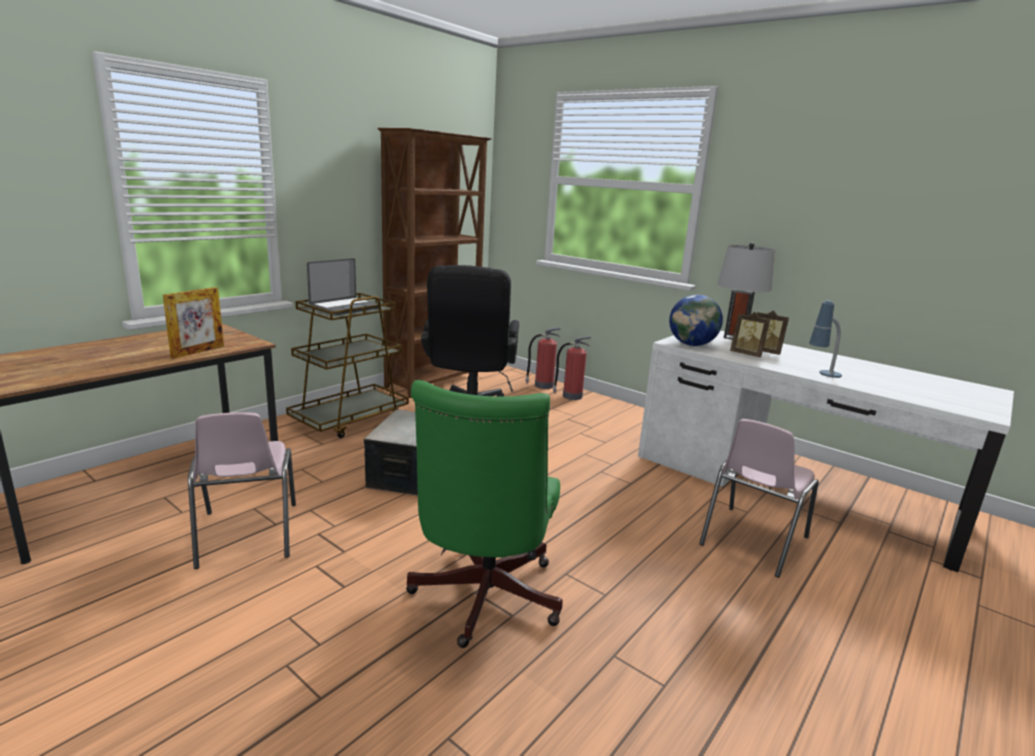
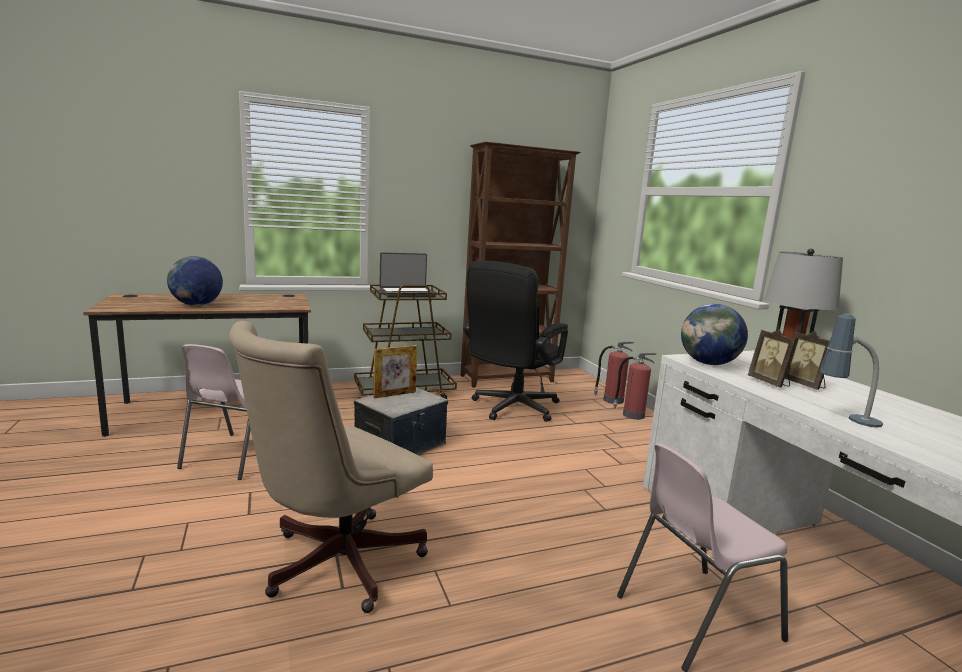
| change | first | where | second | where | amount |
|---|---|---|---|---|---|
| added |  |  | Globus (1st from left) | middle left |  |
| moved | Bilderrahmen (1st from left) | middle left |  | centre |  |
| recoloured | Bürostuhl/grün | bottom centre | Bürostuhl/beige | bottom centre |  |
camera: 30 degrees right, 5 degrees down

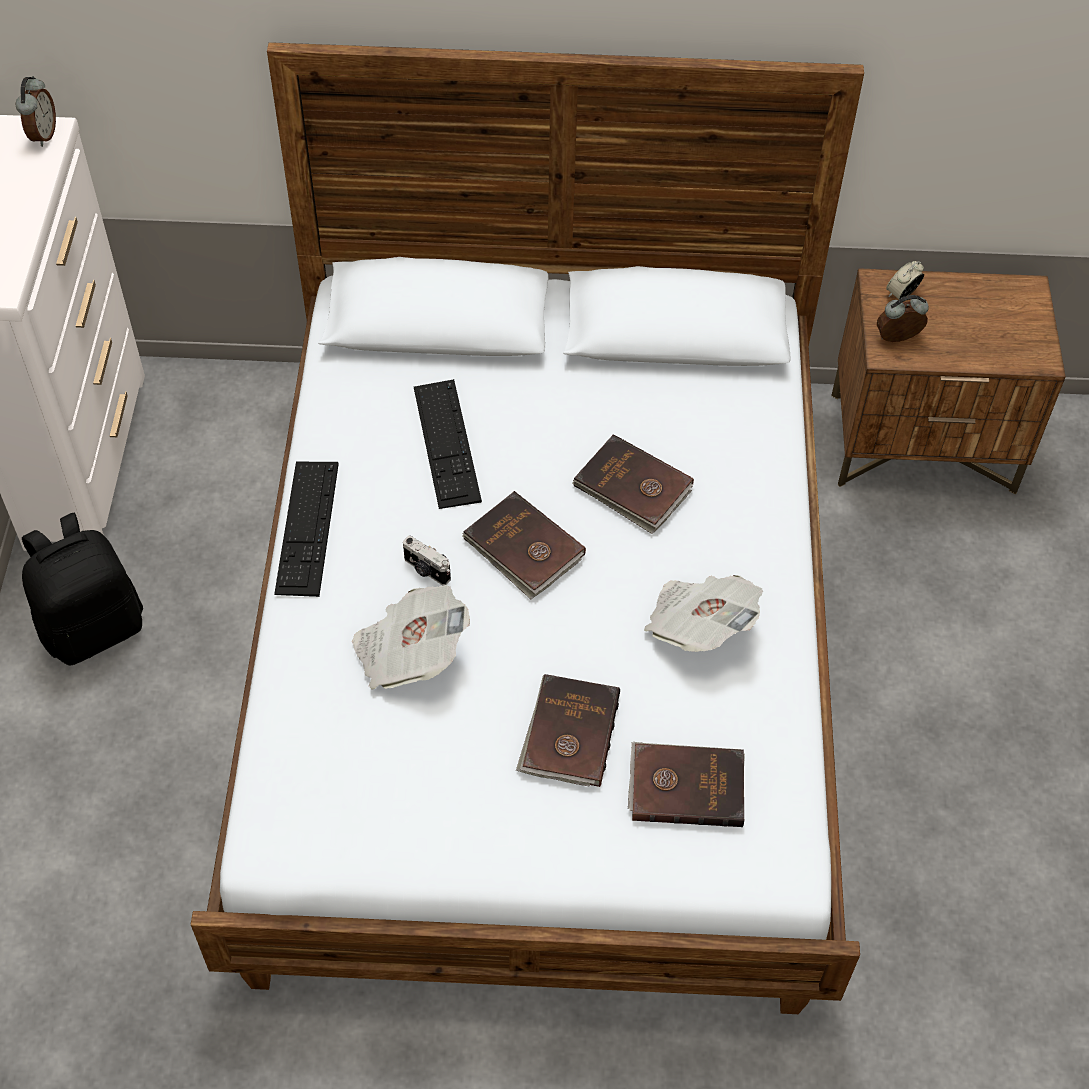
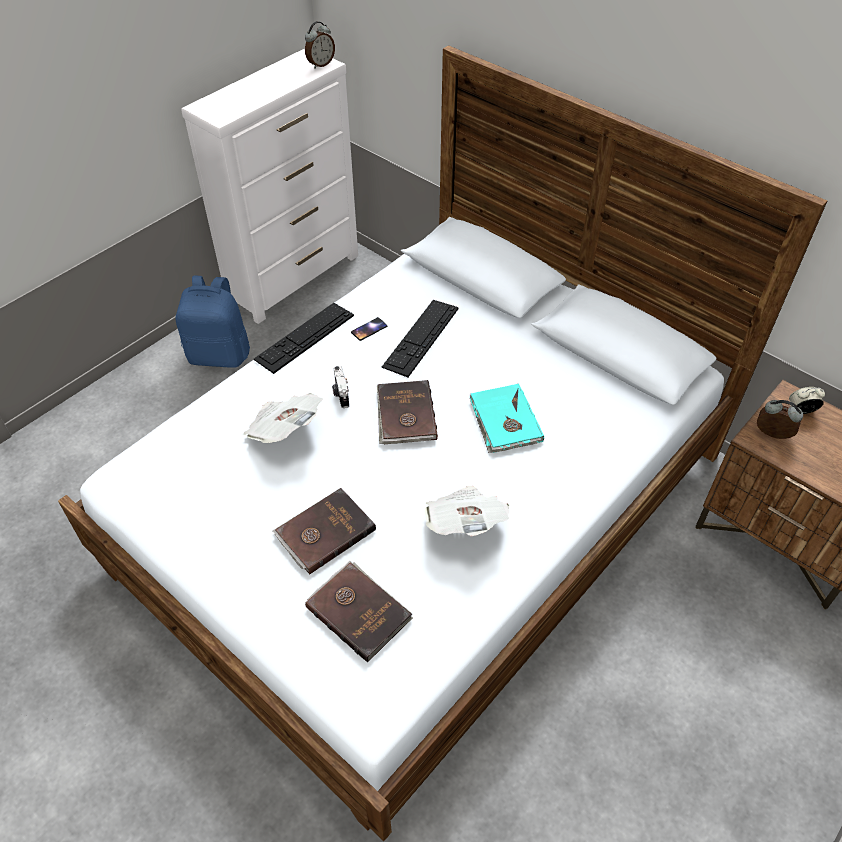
| change | first | where | second | where | amount |
|---|---|---|---|---|---|
| added |  |  | Handy | centre |  |
| recoloured | Rucksack/schwarz | middle left | Rucksack/blau | middle left |  |
| recoloured | Buch/braun (3rd from left) | centre | Buch/türkis | centre |  |
camera: 40 degrees right, 5 degrees down

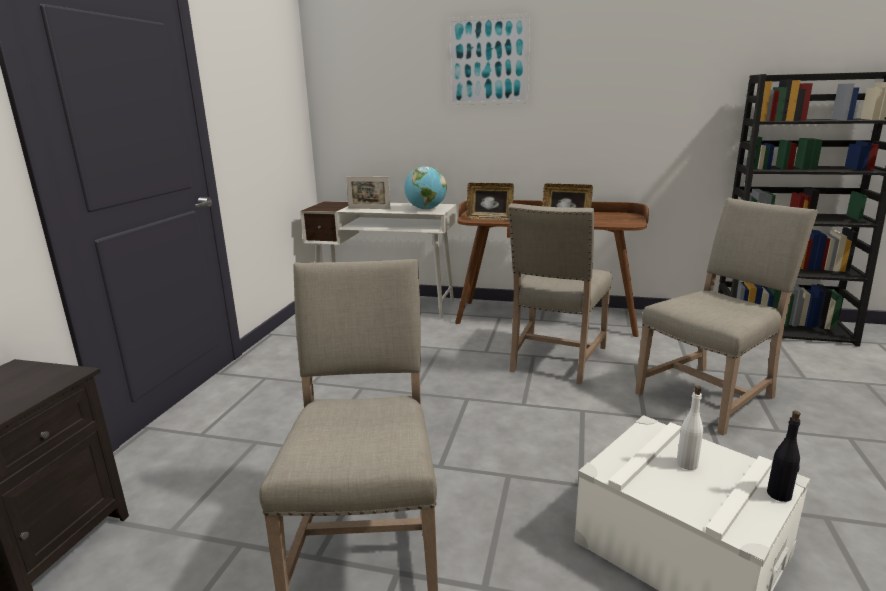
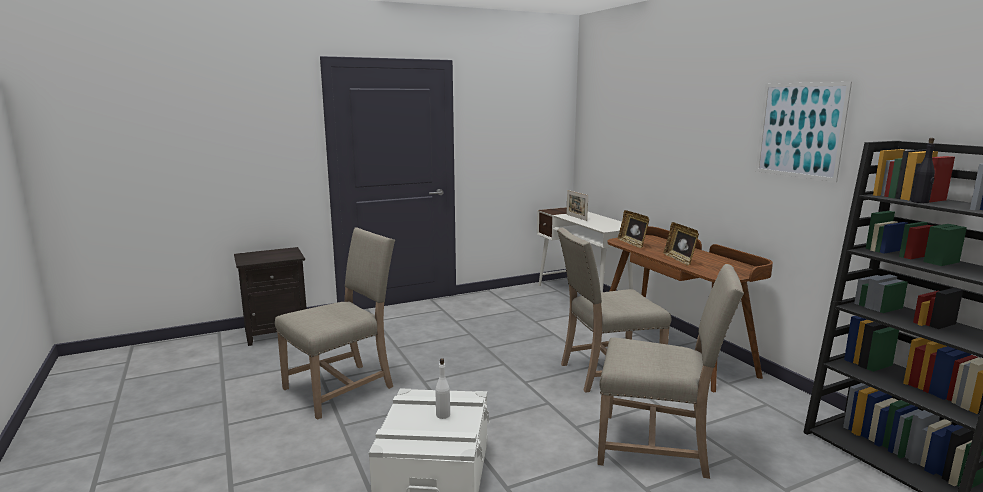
| change | first | where | second | where | amount |
|---|---|---|---|---|---|
| removed | Globus | top centre |  |  |  |
| moved | Bild | top centre |  | top right |  |
| moved | Flasche/schwarz | bottom right |  | middle right |  |
camera: 50 degrees right, 5 degrees down

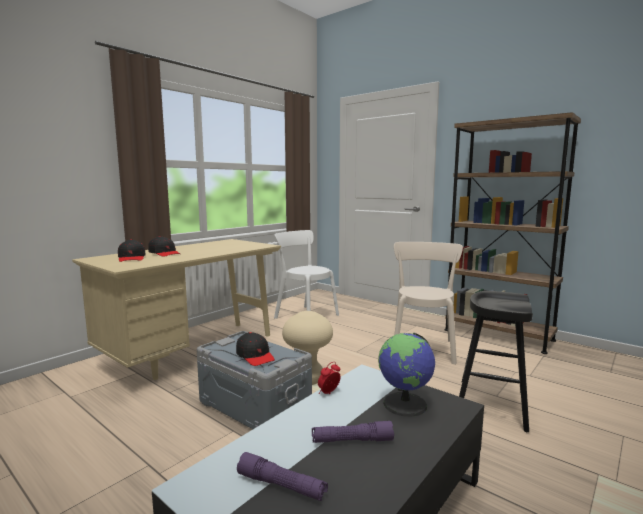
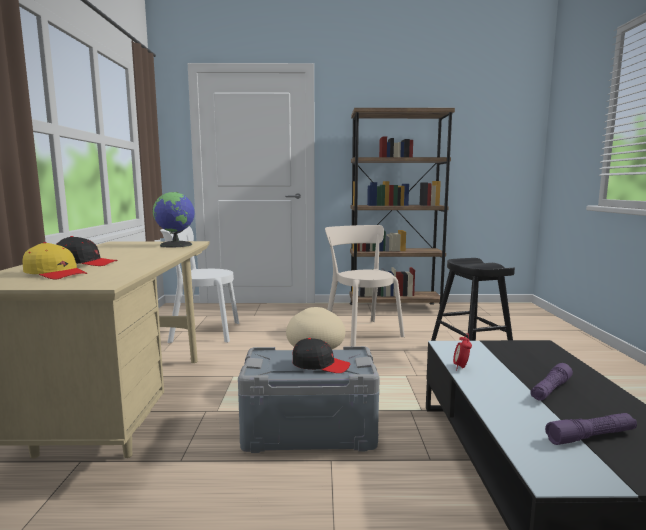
| change | first | where | second | where | amount |
|---|---|---|---|---|---|
| moved | Globus | bottom centre |  | middle left |  |
| recoloured | Kappe/schwarz (1st from left) | middle left | Kappe/gelb | middle left |  |
camera: 40 degrees left, 0 degrees up

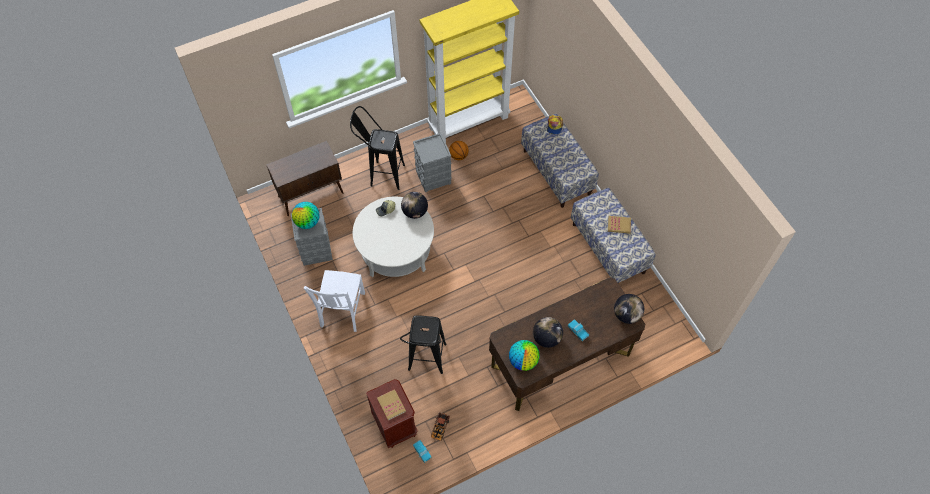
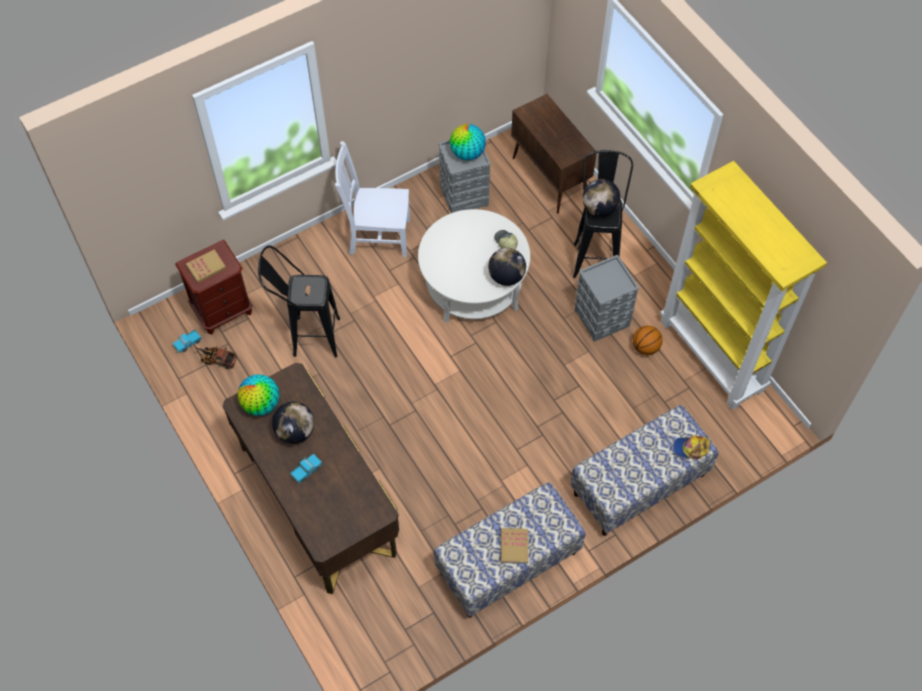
| change | first | where | second | where | amount |
|---|---|---|---|---|---|
| moved | Globus (5th from left) | middle right |  | top centre |  |
camera: 85 degrees right, 0 degrees up

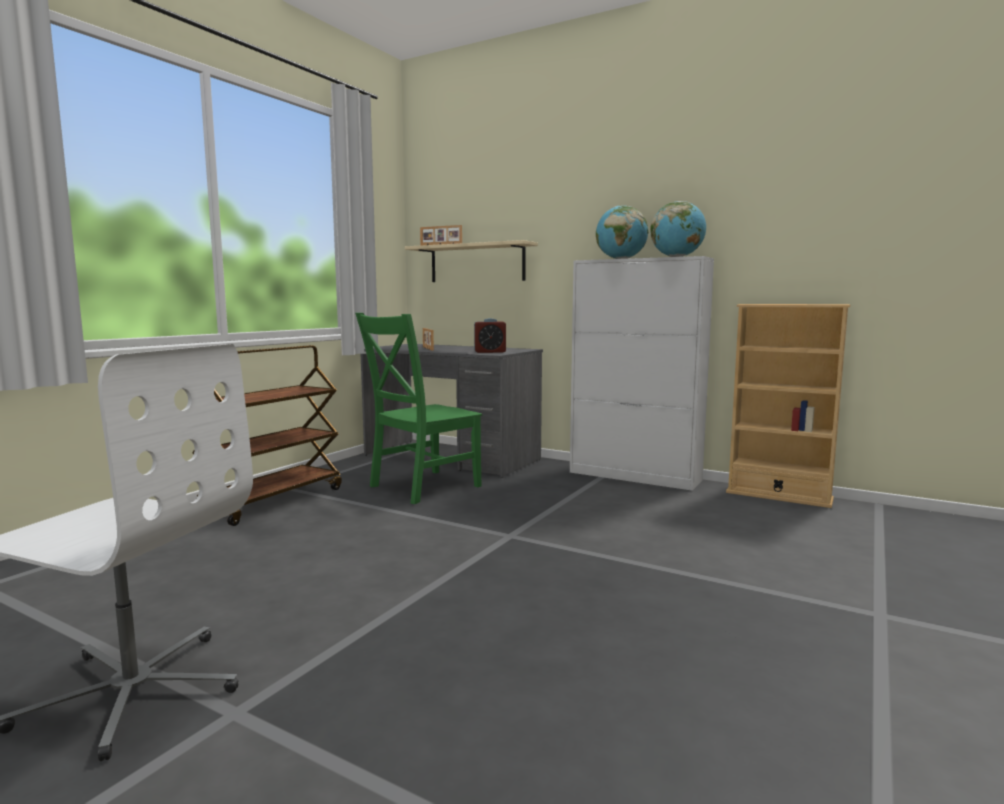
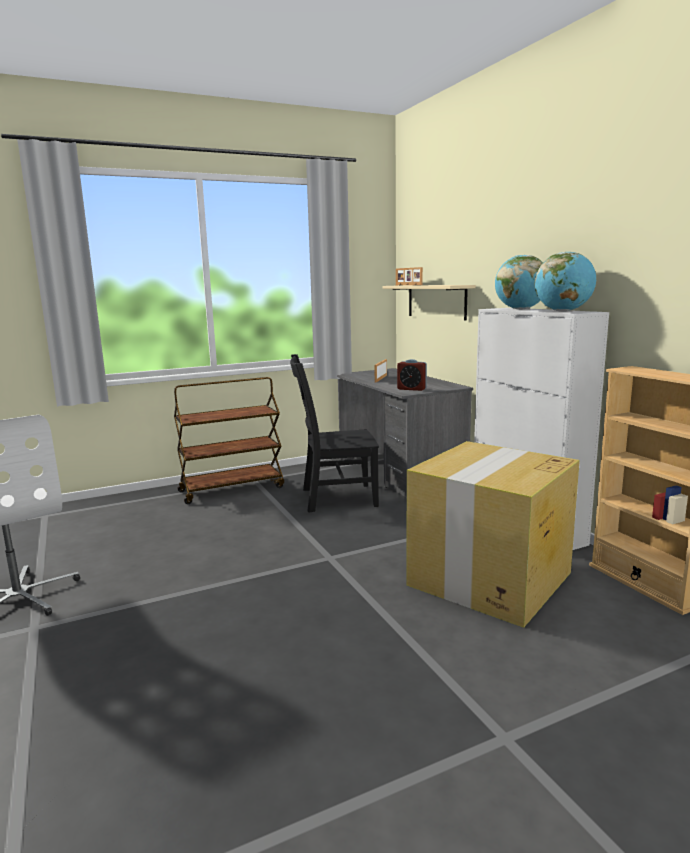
| change | first | where | second | where | amount |
|---|---|---|---|---|---|
| added |  |  | Karton | middle right |  |
| recoloured | Stuhl/grün | centre | Stuhl/schwarz | centre |  |
camera: 35 degrees right, 5 degrees up

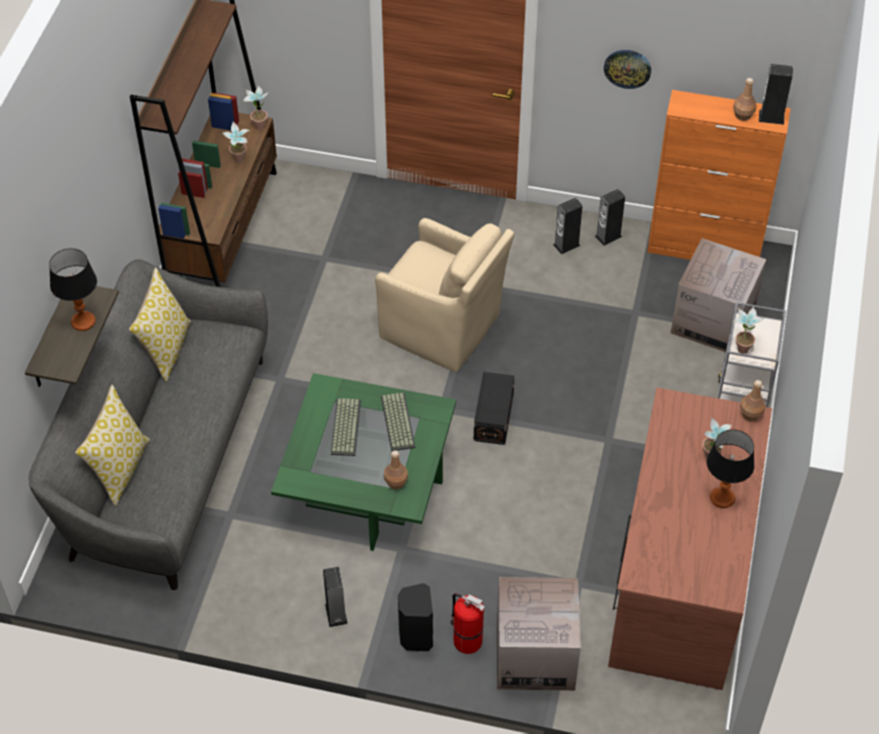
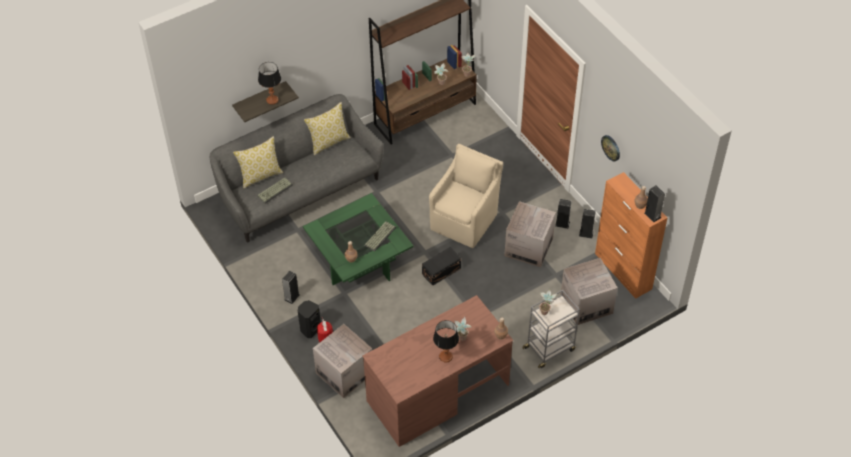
| change | first | where | second | where | amount |
|---|---|---|---|---|---|
| added |  |  | Karton (2nd from left) | centre |  |
| moved | Tastatur (1st from left) | centre |  | middle left |  |
| turned | Sessel/beige | centre |  | centre | 135 degrees counterclockwise |
camera: 45 degrees right, 0 degrees up

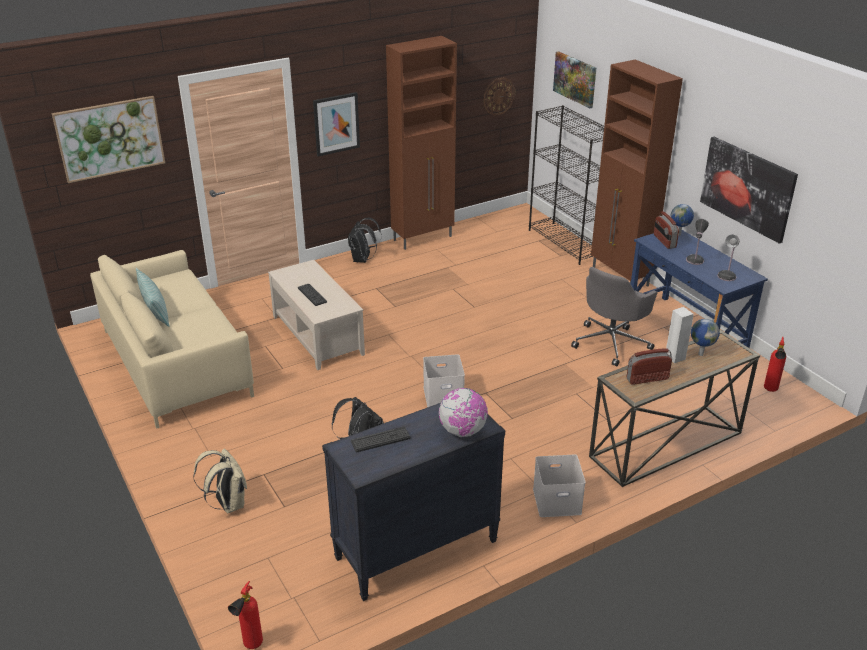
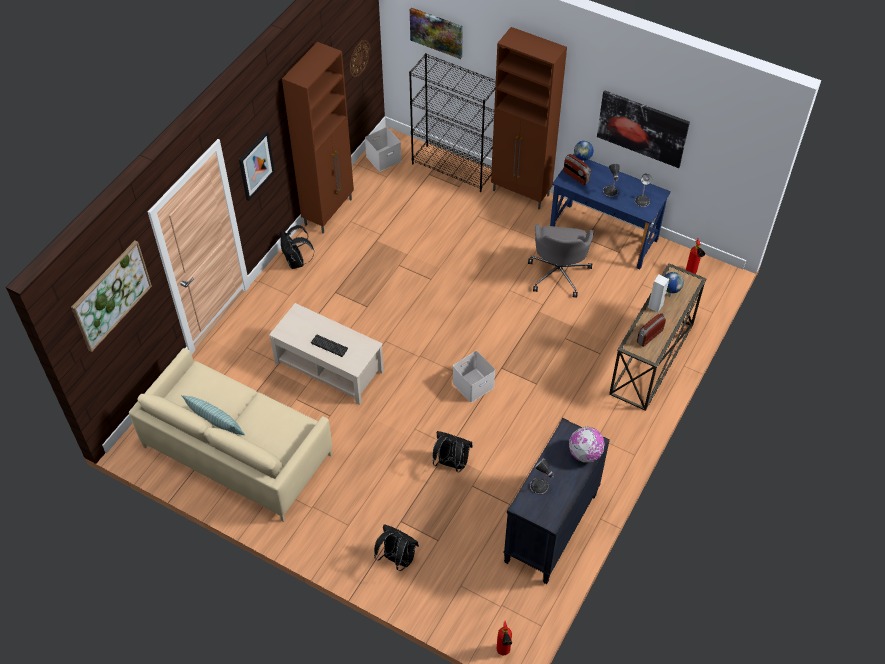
| change | first | where | second | where | amount |
|---|---|---|---|---|---|
| moved | Aufbewahrungsbox/weiß (2nd from left in the first image) | bottom centre | Aufbewahrungsbox/weiß (1st from left) | top centre |  |
| replaced | Tastatur (2nd from left) | bottom centre | Tischlampe (1st from left) | bottom centre |  |
| recoloured | Rucksack/beige | bottom left | Rucksack/schwarz (2nd from left) | bottom centre |  |
camera: 30 degrees left, 20 degrees up

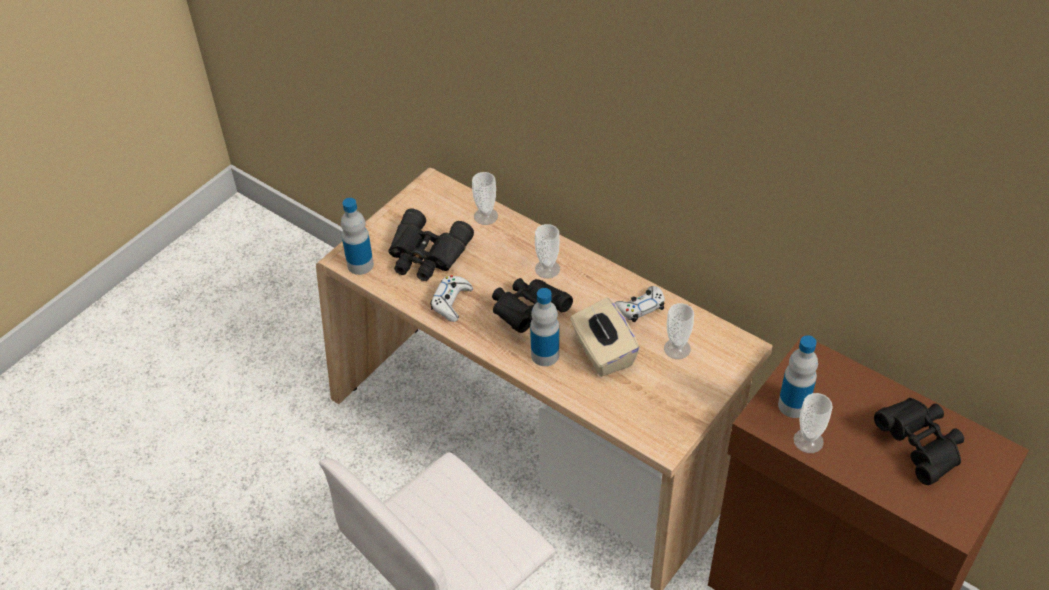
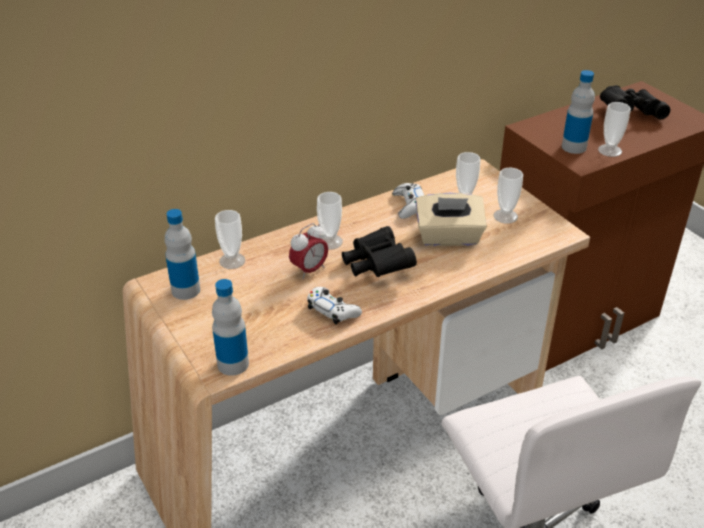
| change | first | where | second | where | amount |
|---|---|---|---|---|---|
| removed | Fernglas/schwarz (1st from left) | centre |  |  |  |
| added |  |  | Wecker | centre |  |
| added |  |  | Tasse (4th from left) | middle right |  |
| moved | Flasche (2nd from left in the first image) | centre | Flasche (1st from left) | middle left |  |
camera: 70 degrees left, 10 degrees down

